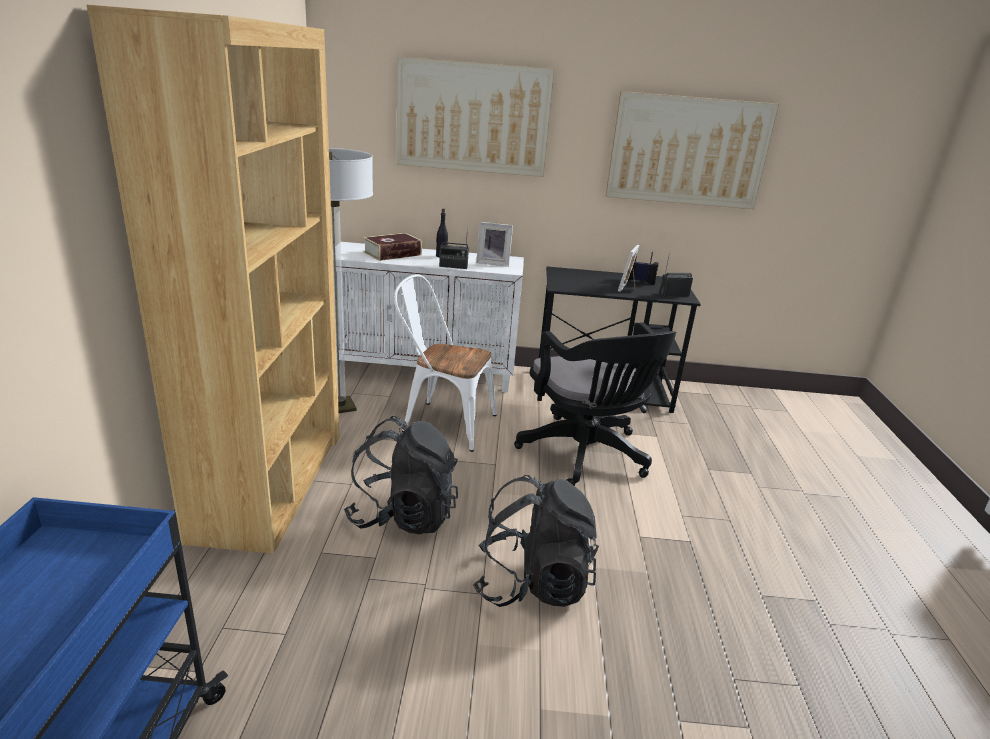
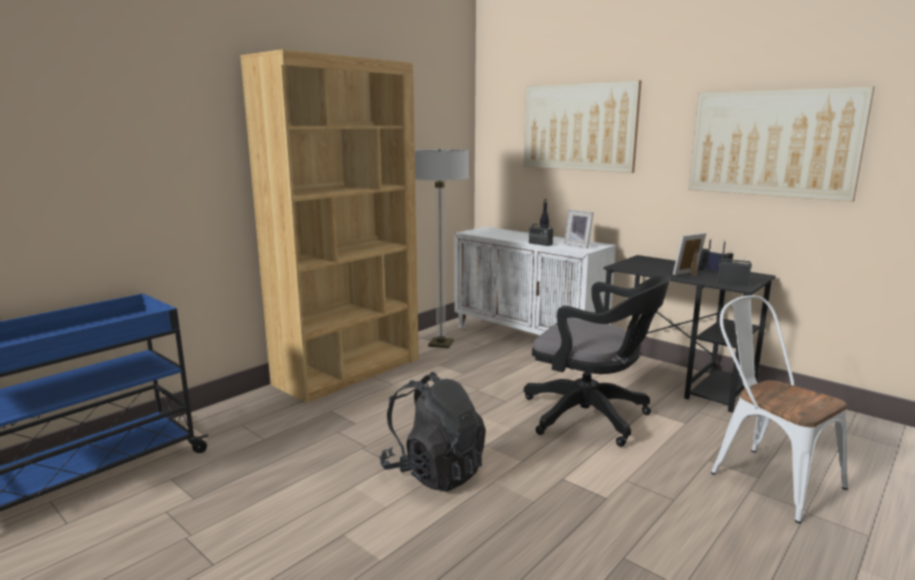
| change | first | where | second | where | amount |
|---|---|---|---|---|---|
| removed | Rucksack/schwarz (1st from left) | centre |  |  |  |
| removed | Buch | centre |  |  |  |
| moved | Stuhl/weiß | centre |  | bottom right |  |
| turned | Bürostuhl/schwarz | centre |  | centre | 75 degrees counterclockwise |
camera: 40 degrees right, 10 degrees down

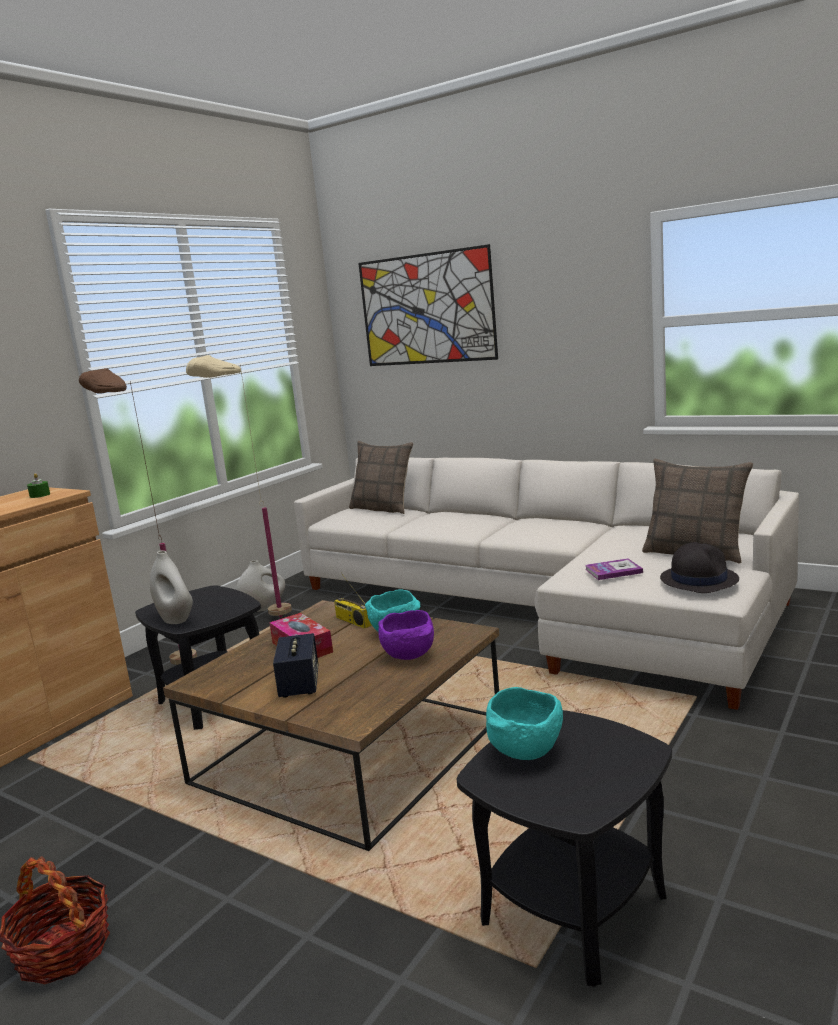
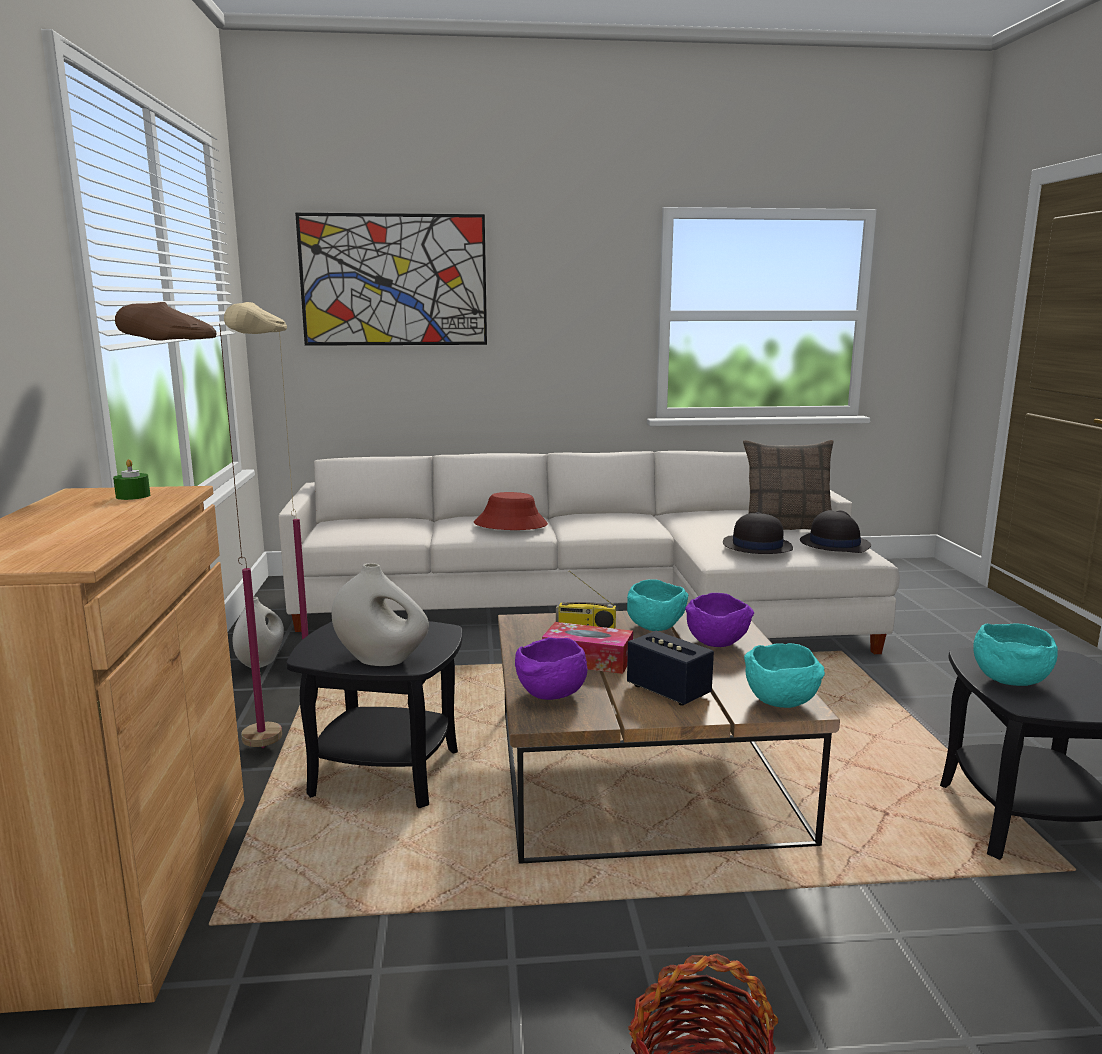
| change | first | where | second | where | amount |
|---|---|---|---|---|---|
| removed | Kissen (1st from left) | centre |  |  |  |
| added |  |  | Hut/rot | centre |  |
| added |  |  | Schüssel/lila (1st from left) | centre |  |
| added |  |  | Schüssel/türkis (2nd from left) | middle right |  |
| replaced | Buch | middle right | Hut/schwarz (1st from left) | middle right |  |
camera: 40 degrees left, 0 degrees up

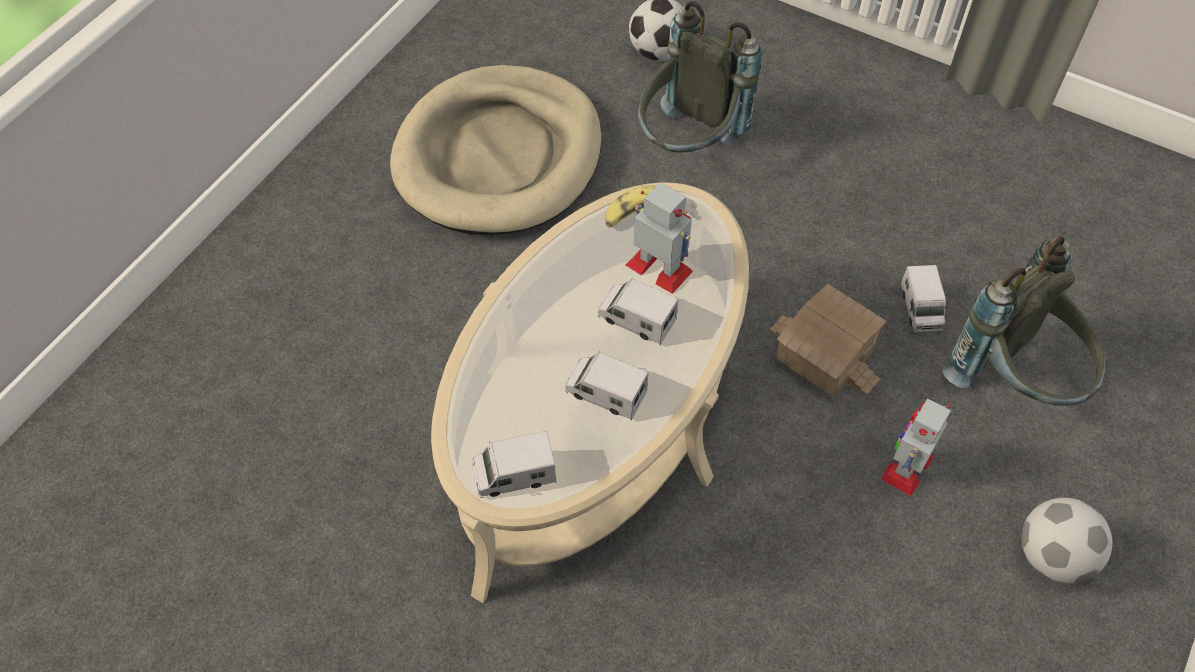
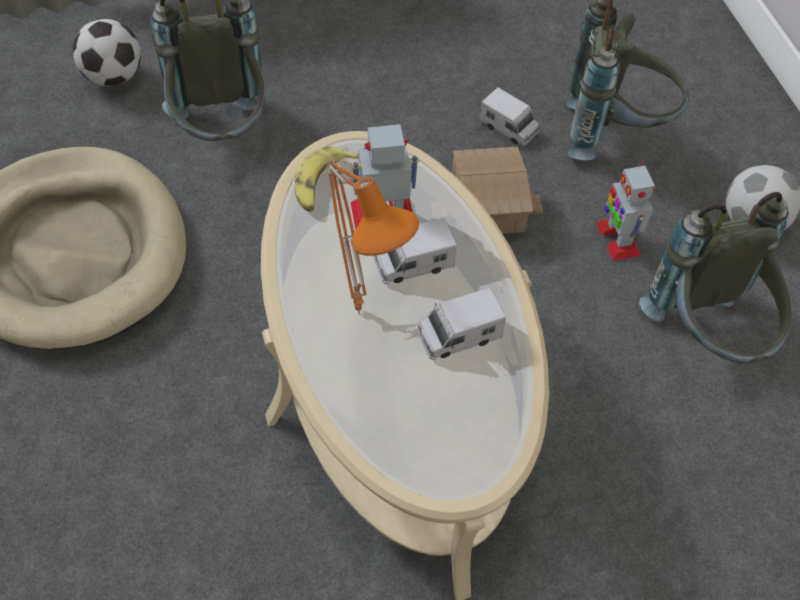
| change | first | where | second | where | amount |
|---|---|---|---|---|---|
| removed | Spielzeuglaster (1st from left) | bottom centre |  |  |  |
| added |  |  | Tischlampe/orange | centre |  |
| added |  |  | Rucksack/grau (3rd from left) | middle right |  |
camera: 50 degrees left, 0 degrees up

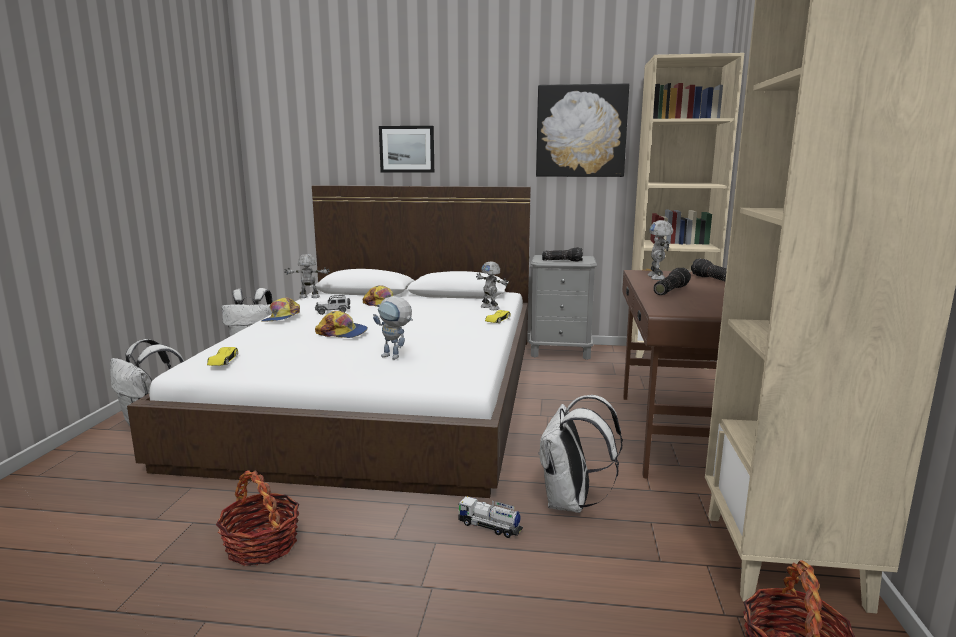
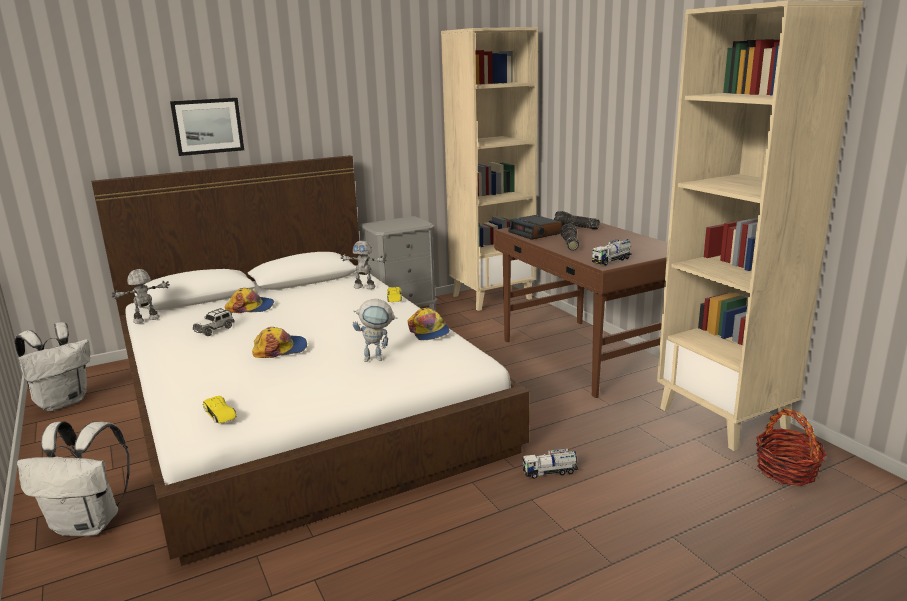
| change | first | where | second | where | amount |
|---|---|---|---|---|---|
| removed | Korb (1st from left) | bottom left |  |  |  |
| removed | Bild (2nd from left) | top centre |  |  |  |
| removed | Rucksack/weiß (3rd from left) | bottom centre |  |  |  |
| removed | Taschenlampe (1st from left) | centre |  |  |  |
| added |  |  | Spielzeuglaster (2nd from left) | middle right |  |
| moved | Kappe (1st from left in the first image) | middle left | Kappe (3rd from left) | centre |  |
| replaced | Spielzeugroboter (4th from left) | middle right | Wecker | centre |  |
camera: 35 degrees left, 5 degrees up

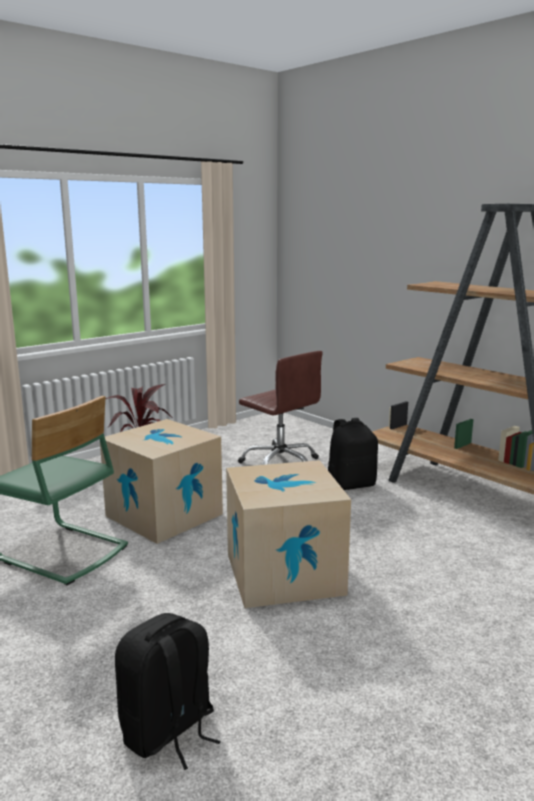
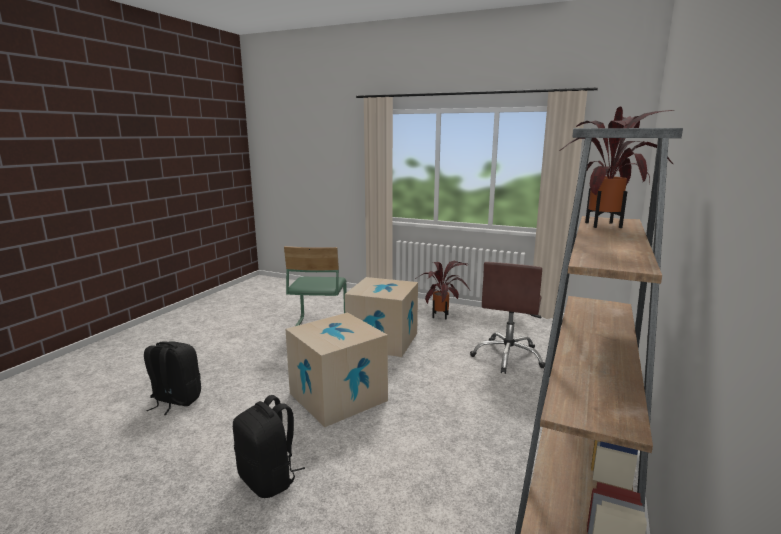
| change | first | where | second | where | amount |
|---|---|---|---|---|---|
| added |  |  | Topfpflanze (2nd from left) | top right |  |
| moved | Rucksack/schwarz (2nd from left) | centre |  | bottom centre |  |
camera: 65 degrees right, 0 degrees up

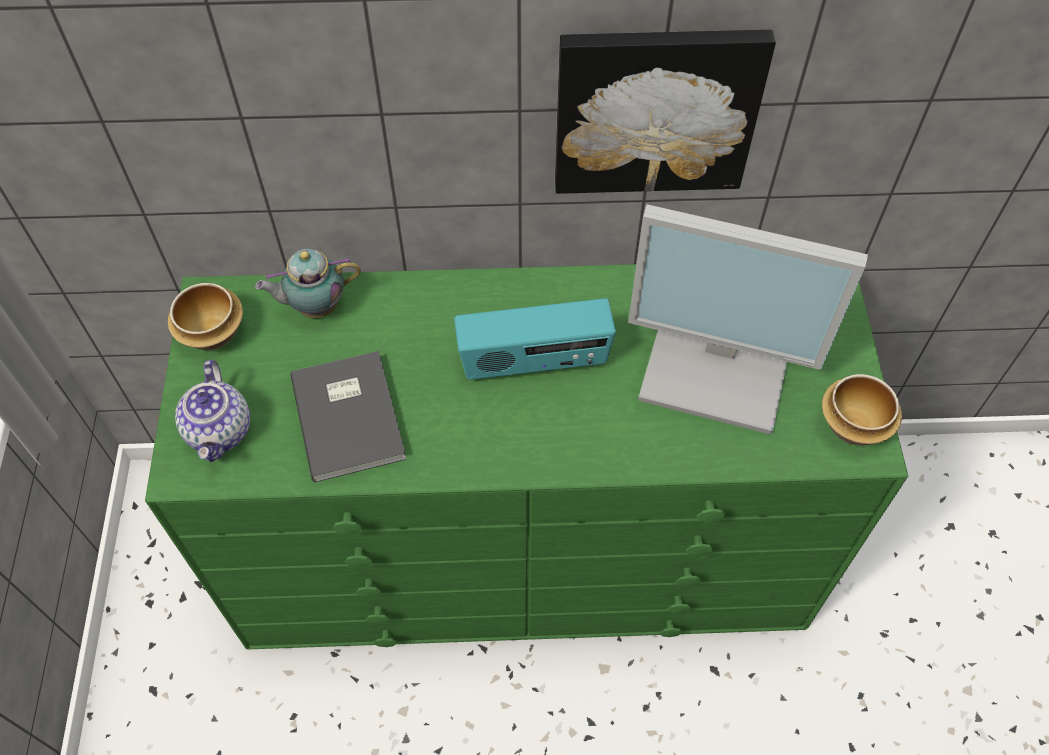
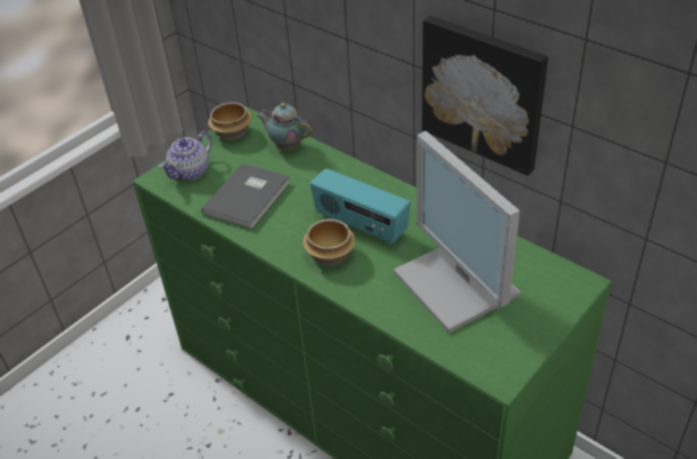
| change | first | where | second | where | amount |
|---|---|---|---|---|---|
| moved | Schüssel (2nd from left) | middle right |  | centre |  |
camera: 45 degrees right, 15 degrees down

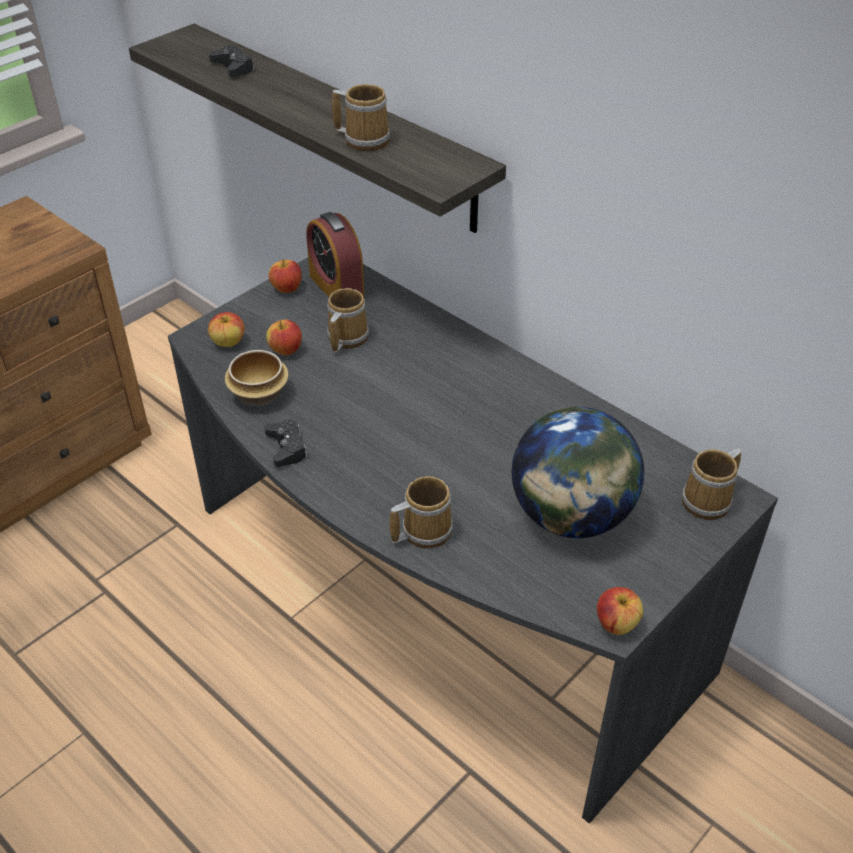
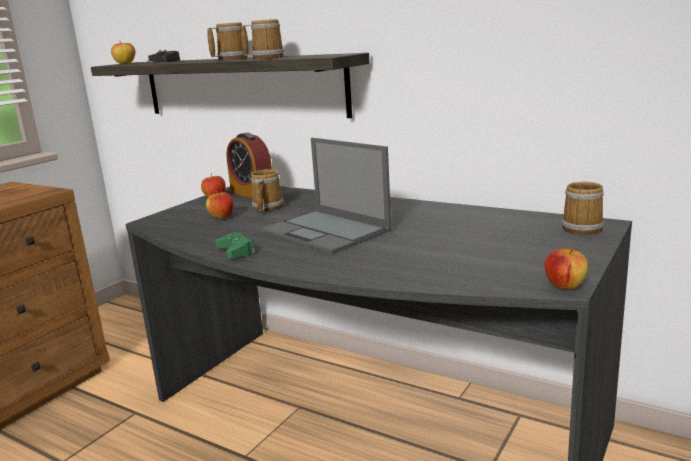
| change | first | where | second | where | amount |
|---|---|---|---|---|---|
| removed | Schüssel | middle left |  |  |  |
| removed | Globus | middle right |  |  |  |
| added |  |  | Laptop | centre |  |
| moved | Apfel (1st from left) | middle left |  | top left |  |
| moved | Henkelbecher (3rd from left in the first image) | centre | Henkelbecher (1st from left) | top left |  |
| recoloured | Gamepad/schwarz (2nd from left) | centre | Gamepad/grün | centre |  |
camera: 10 degrees left, 25 degrees down

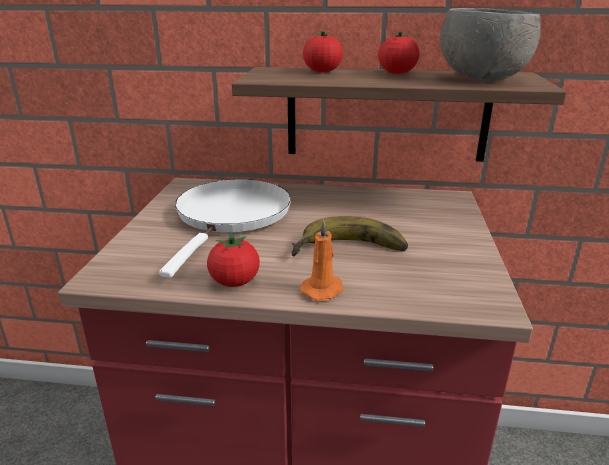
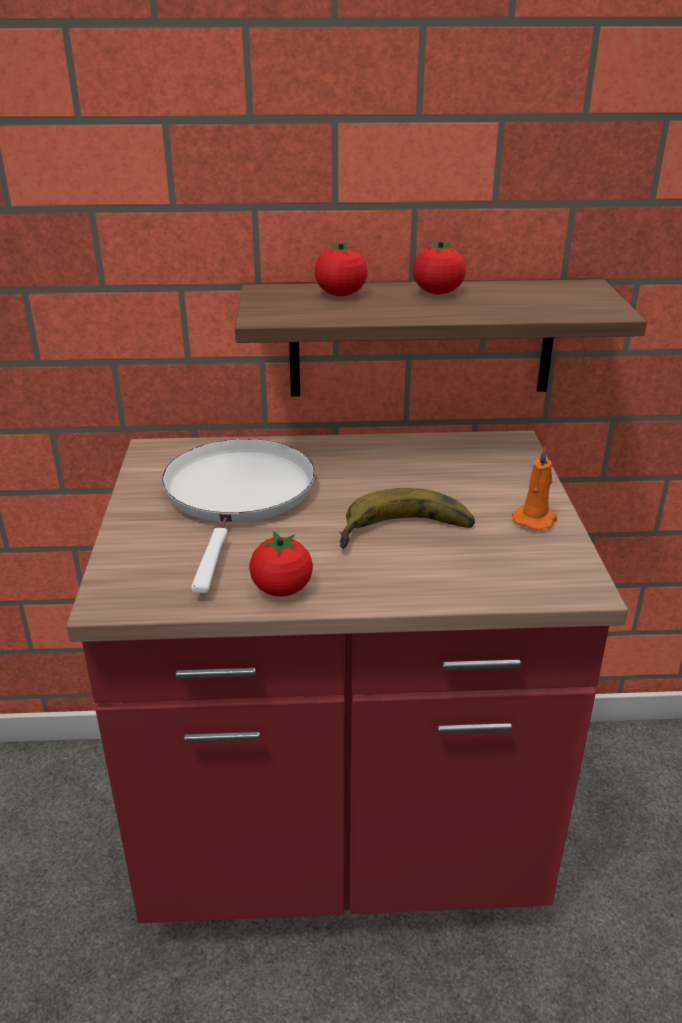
| change | first | where | second | where | amount |
|---|---|---|---|---|---|
| removed | Schüssel/grau | top right |  |  |  |
| moved | Kerze/orange | centre |  | middle right |  |
camera: 10 degrees left, 5 degrees up

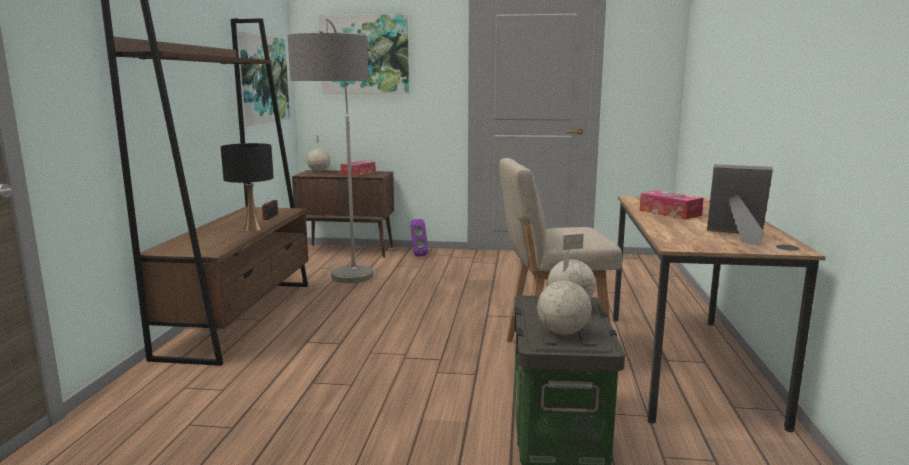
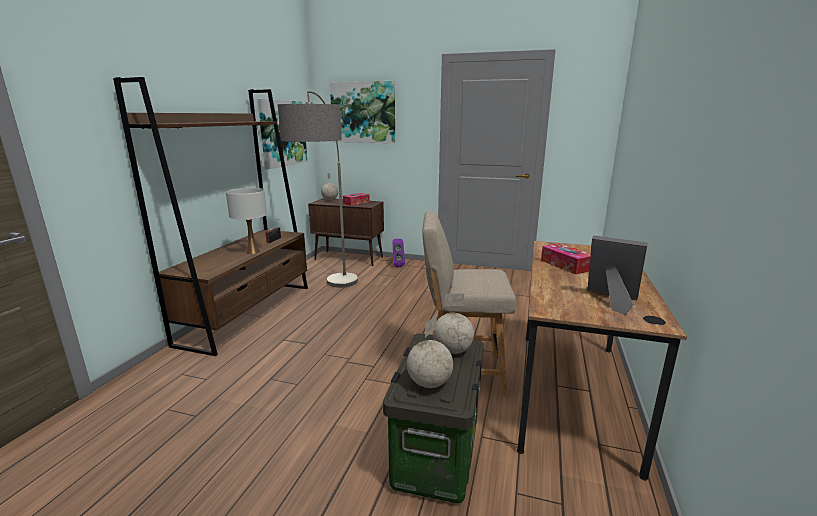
| change | first | where | second | where | amount |
|---|---|---|---|---|---|
| recoloured | Tischlampe/schwarz | middle left | Tischlampe/weiß | middle left |  |
camera: 10 degrees right, 5 degrees up

